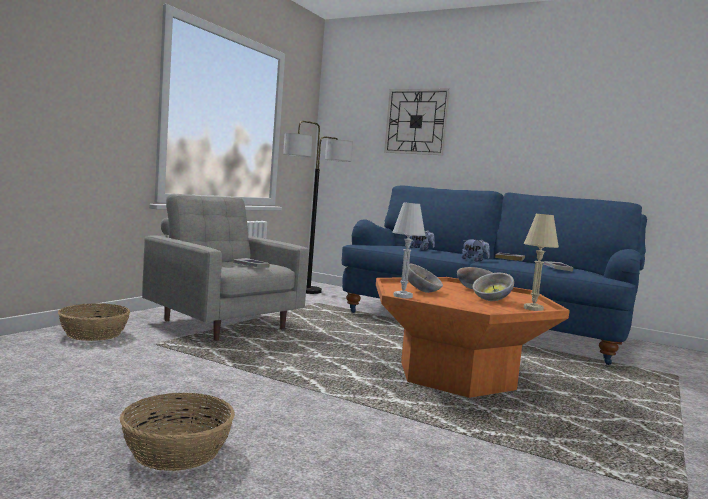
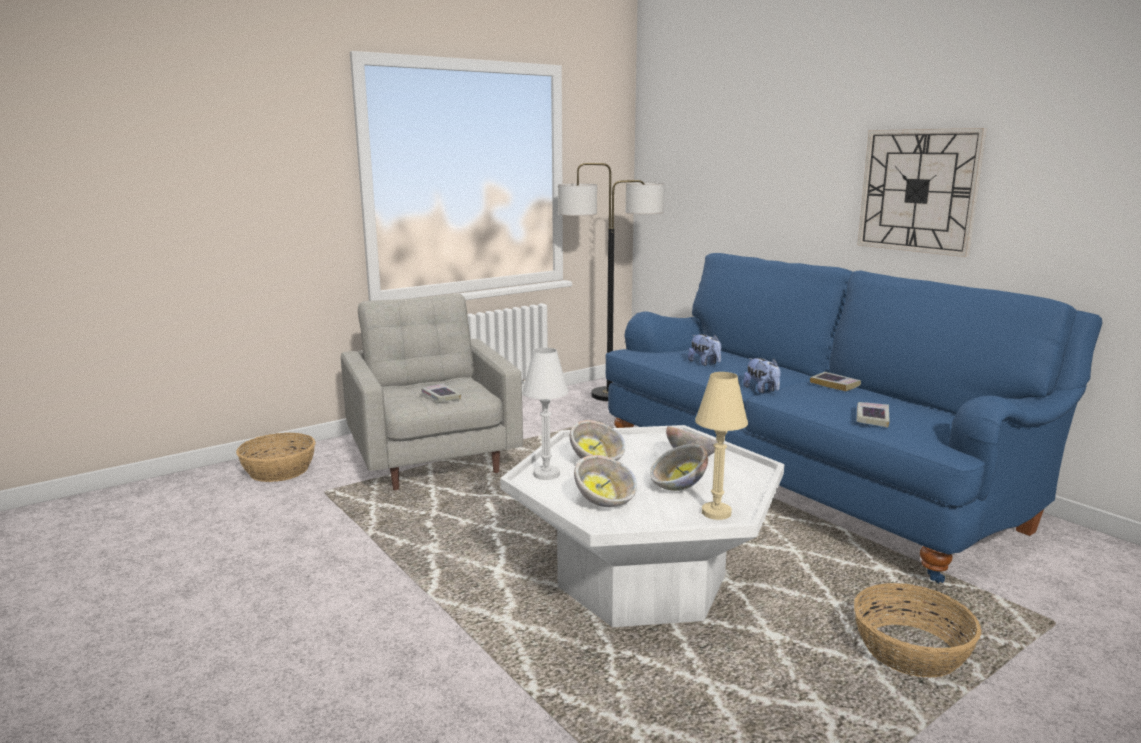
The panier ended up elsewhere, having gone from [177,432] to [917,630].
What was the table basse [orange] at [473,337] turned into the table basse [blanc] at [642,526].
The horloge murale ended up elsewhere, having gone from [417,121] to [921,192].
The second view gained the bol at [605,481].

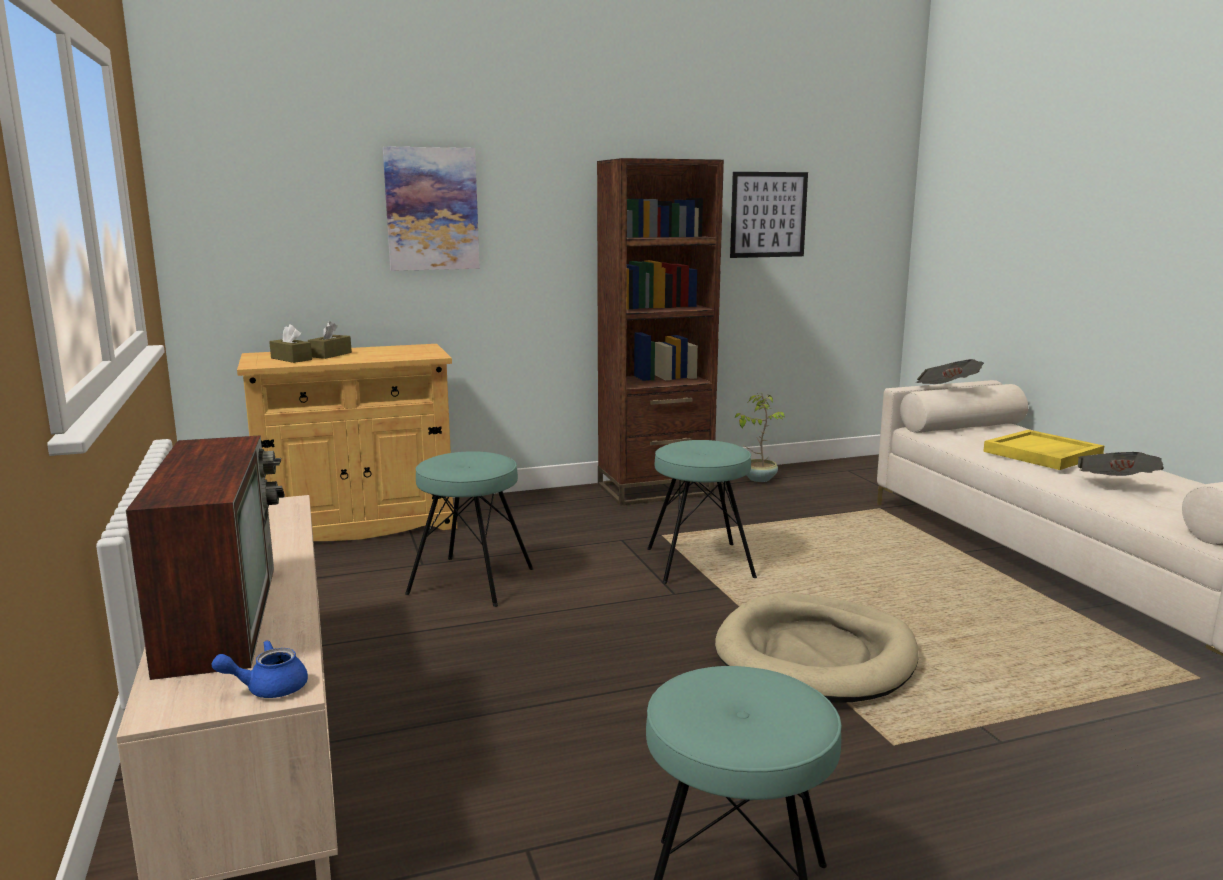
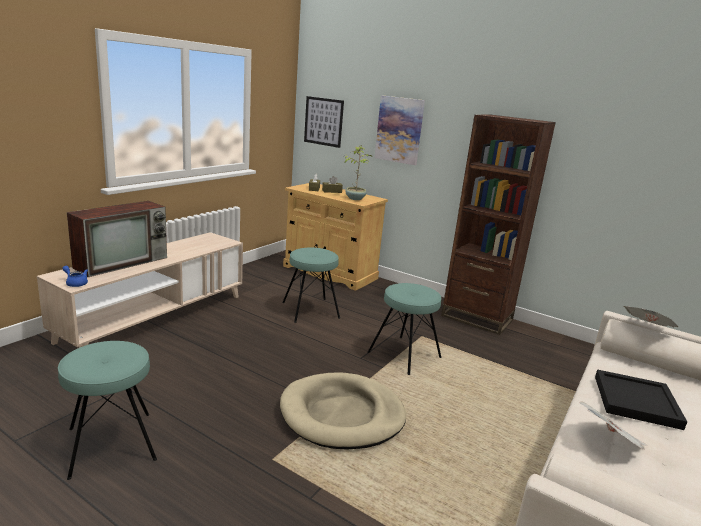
The tableau ended up elsewhere, having gone from [769,215] to [324,122].
The plante en pot ended up elsewhere, having gone from [759,437] to [358,172].
What was the plateau [jaune] at [1043,450] turned into the plateau [noir] at [641,399].

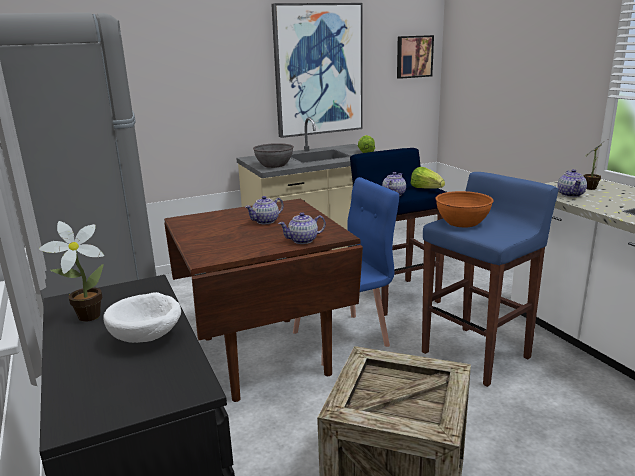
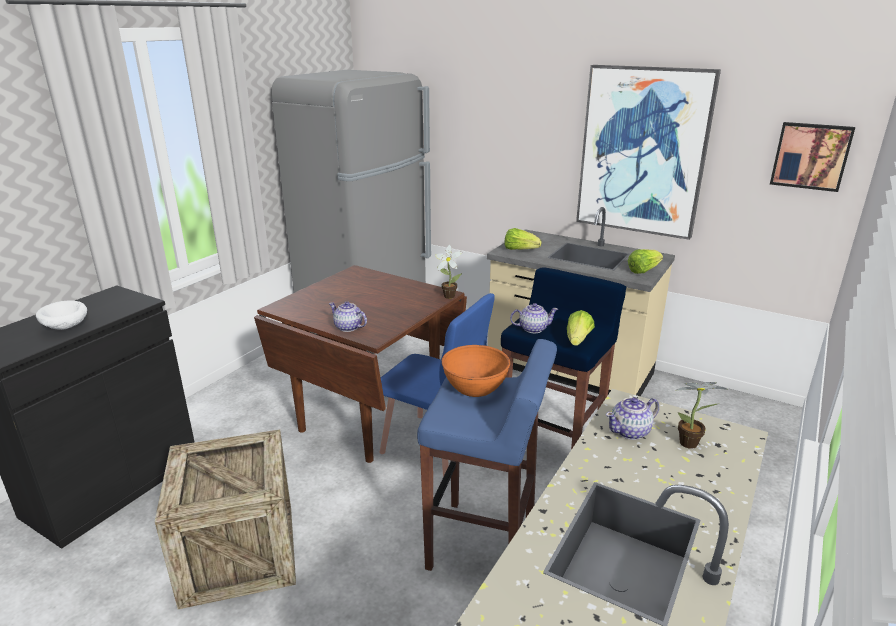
The plante en pot ended up elsewhere, having gone from [71,271] to [448,272].
The second view lost the théière at [264,210].
Where the bol [gris] stood at [273,155], the laitue came to stand at [522,239].

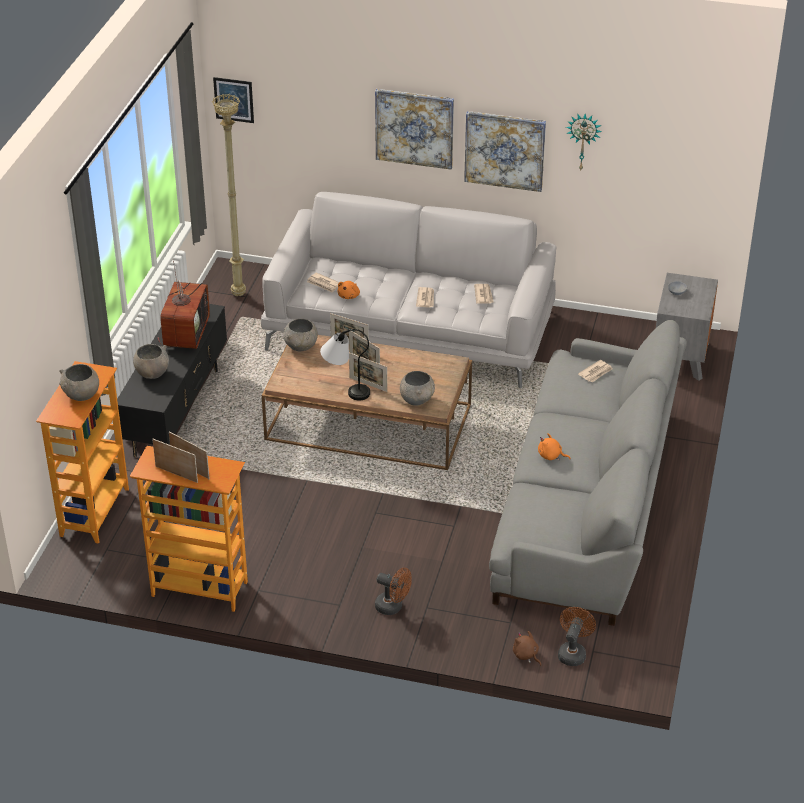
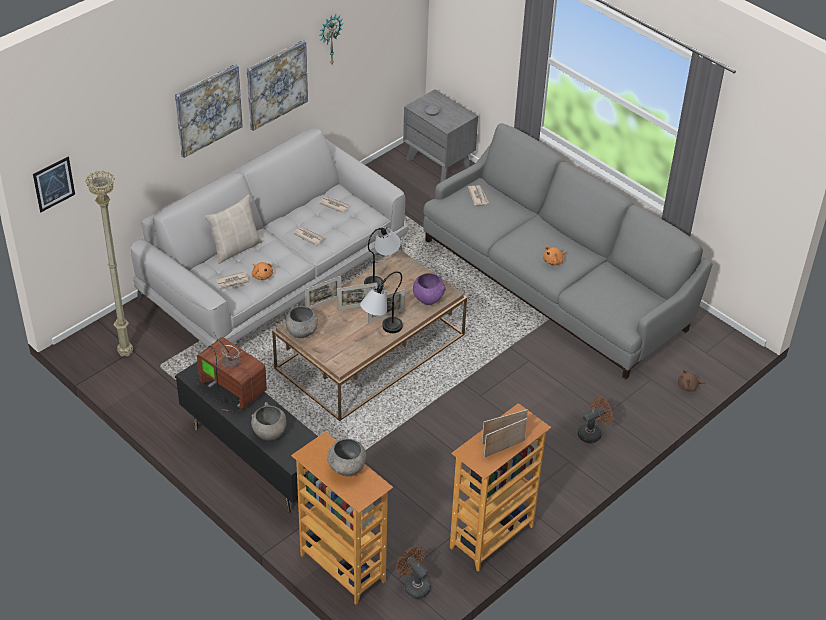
What was the bol [gris] at [417,388] turned into the bol [violet] at [429,289].
The ventilateur [marron] ended up elsewhere, having gone from [577,636] to [413,572].
The second view gained the coussin [beige] at [233,229].
The second view gained the lampe de table at [382,256].

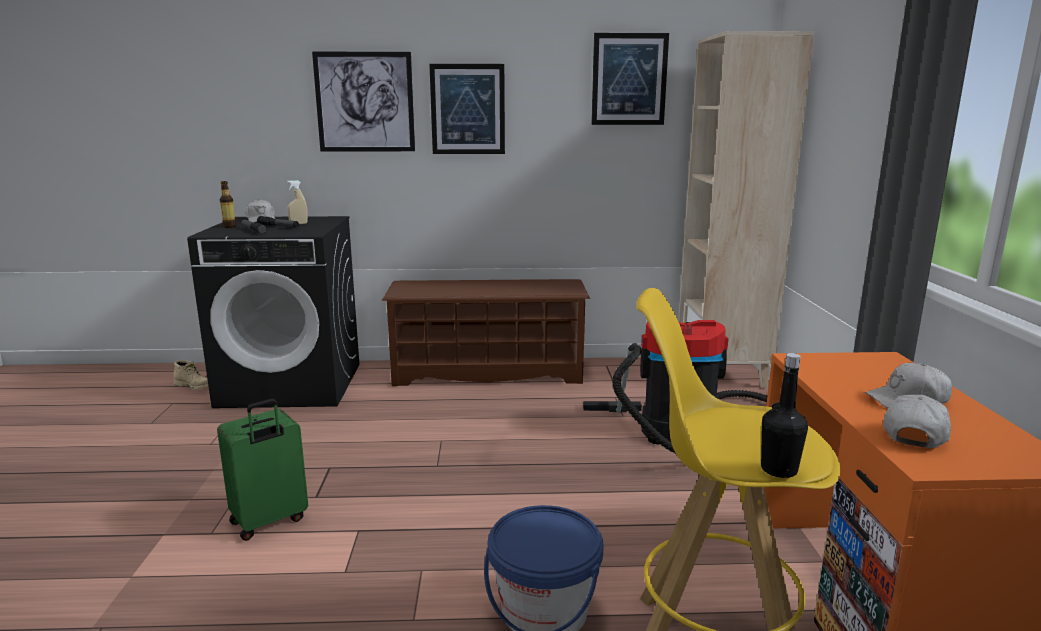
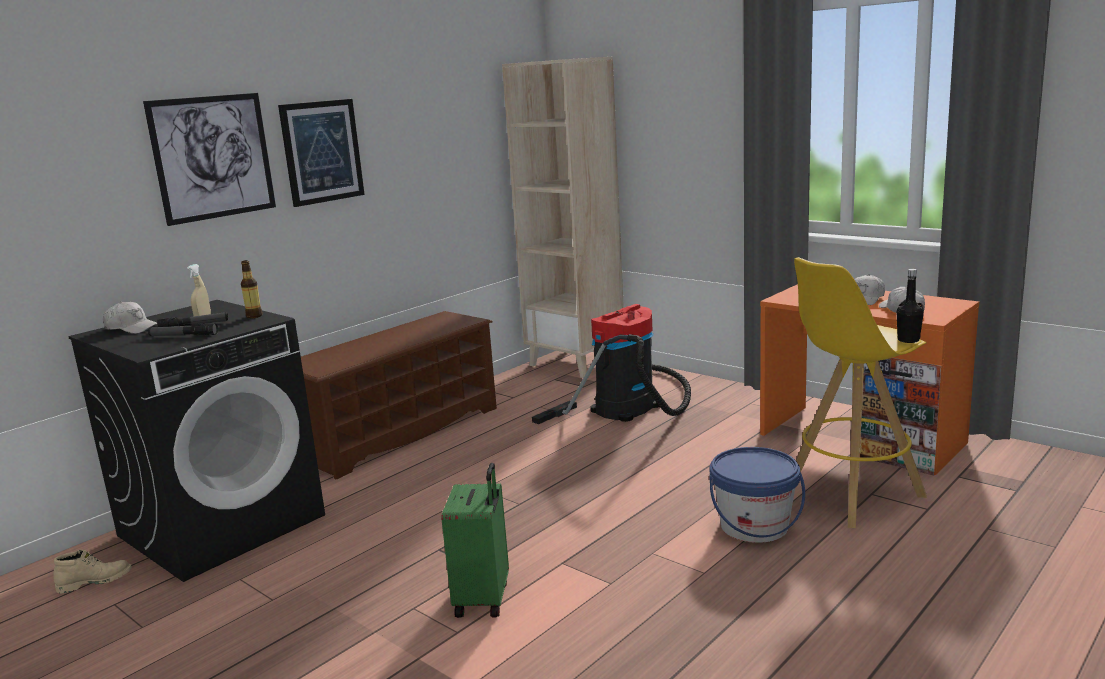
The bouteille ended up elsewhere, having gone from [228,204] to [251,289].
The second view lost the tableau at [630,79].

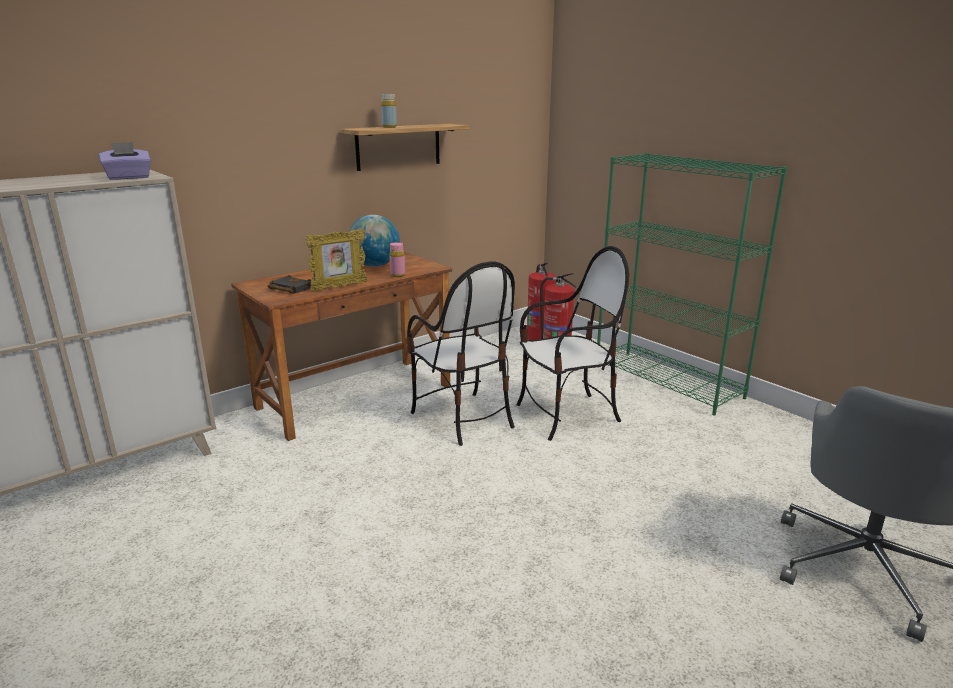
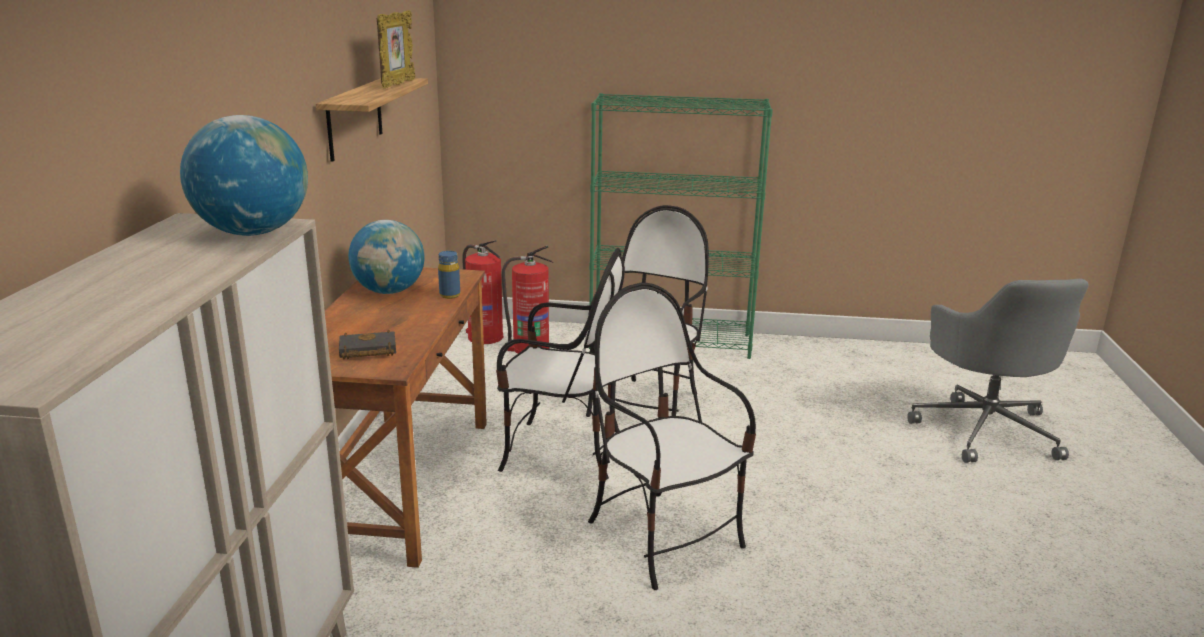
Where the boîte à mouchoirs [violet] stood at [125,161], the globe came to stand at [244,175].
The cadre photo ended up elsewhere, having gone from [336,260] to [396,49].
The second view lost the bouteille [jaune] at [389,111].
What was the bouteille [rose] at [397,259] turned into the bouteille [bleu] at [449,275].
The second view gained the chaise at [672,436].

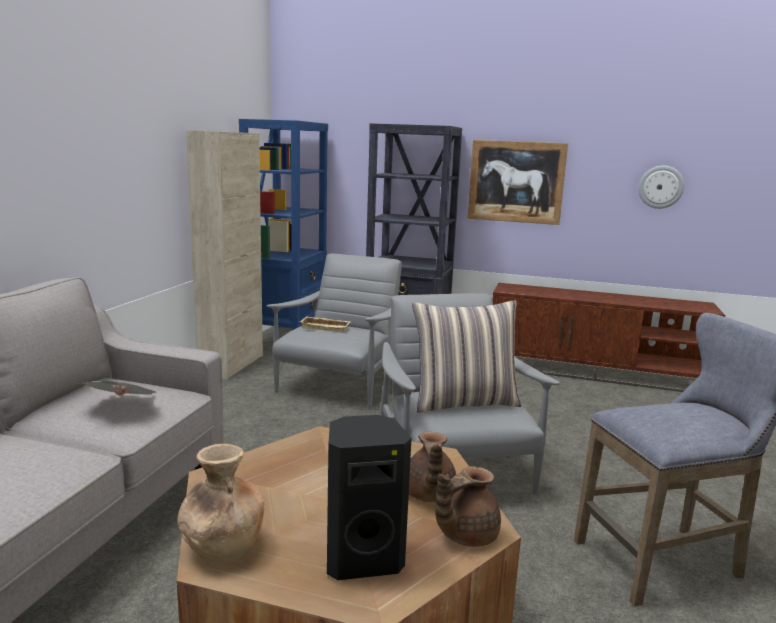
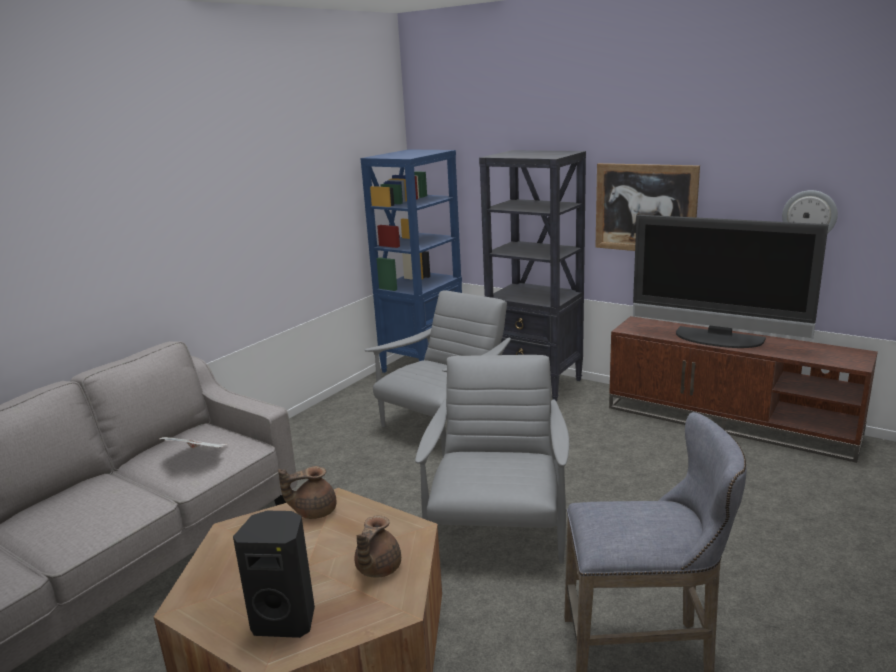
The second view lost the vase [marron] at [220,503].
The second view lost the meuble de rangement [beige] at [224,255].
The second view lost the plateau [beige] at [325,324].
The second view lost the coussin at [467,356].
The théière [marron] ended up elsewhere, having gone from [468,506] to [307,492].
The second view gained the téléviseur at [731,281].

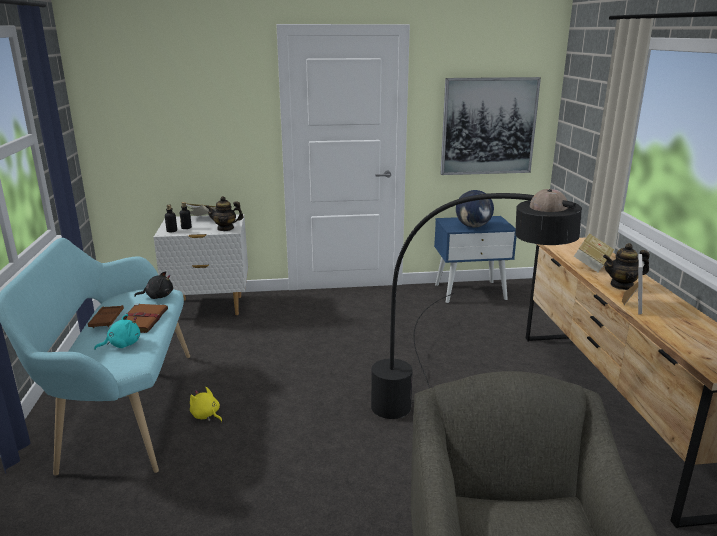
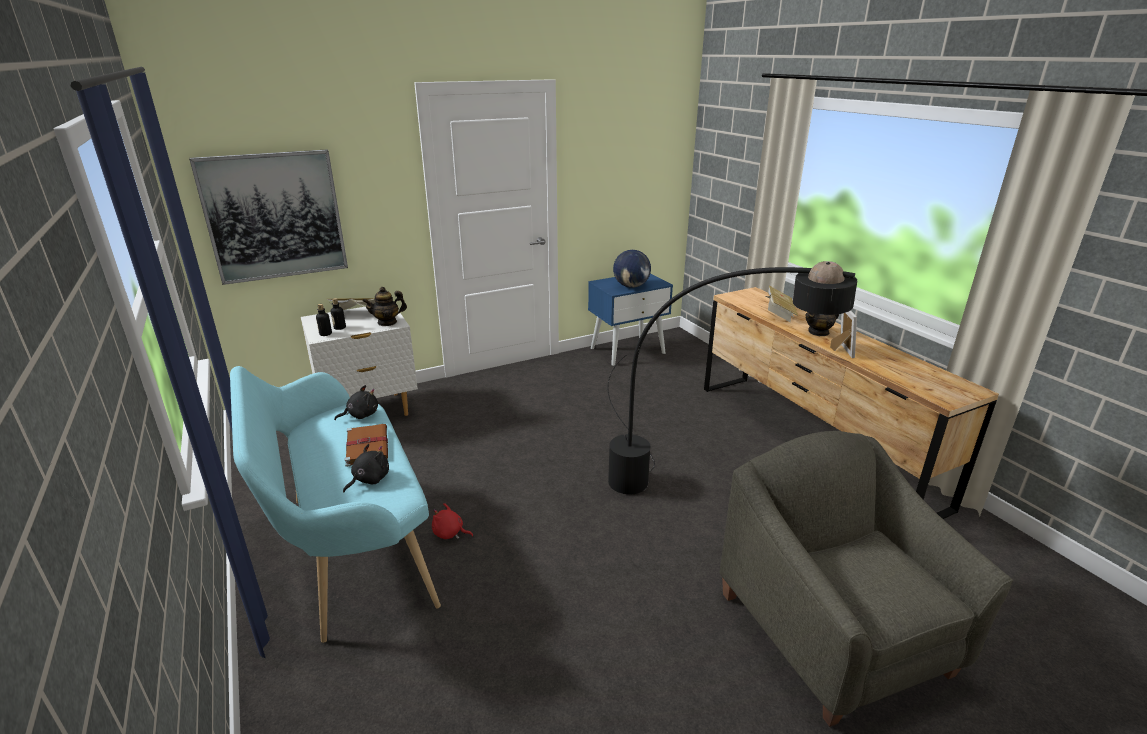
The second view lost the plateau [marron] at [106,316].
What was the peluche [turquoise] at [117,332] turned into the peluche [noir] at [366,468].
What was the peluche [jaune] at [206,404] turned into the peluche [rouge] at [452,521].
The tableau ended up elsewhere, having gone from [490,126] to [268,217].

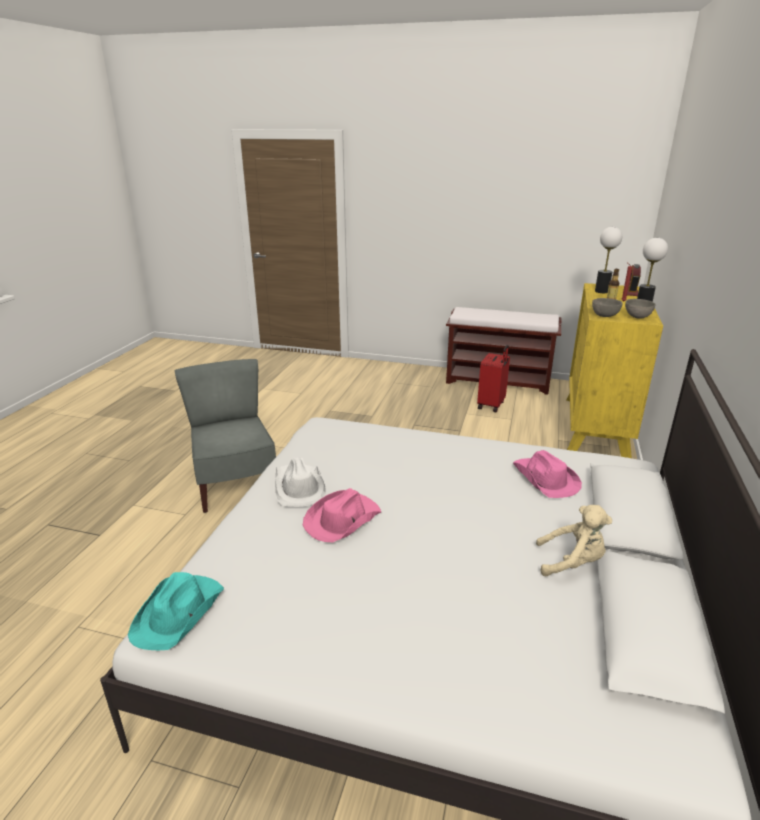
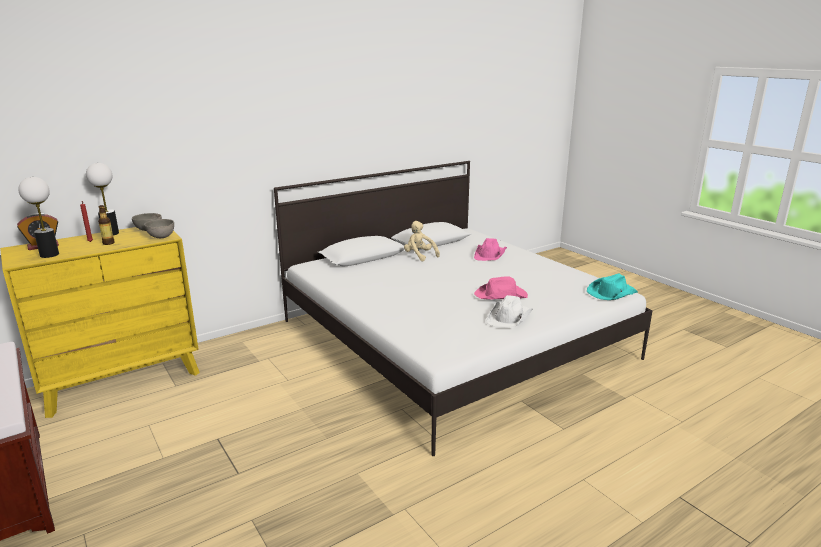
The second view lost the chaise [gris] at [225,436].
The second view lost the valise [rouge] at [493,378].
The chapeau [rose] ended up elsewhere, having gone from [547,474] to [490,249].

